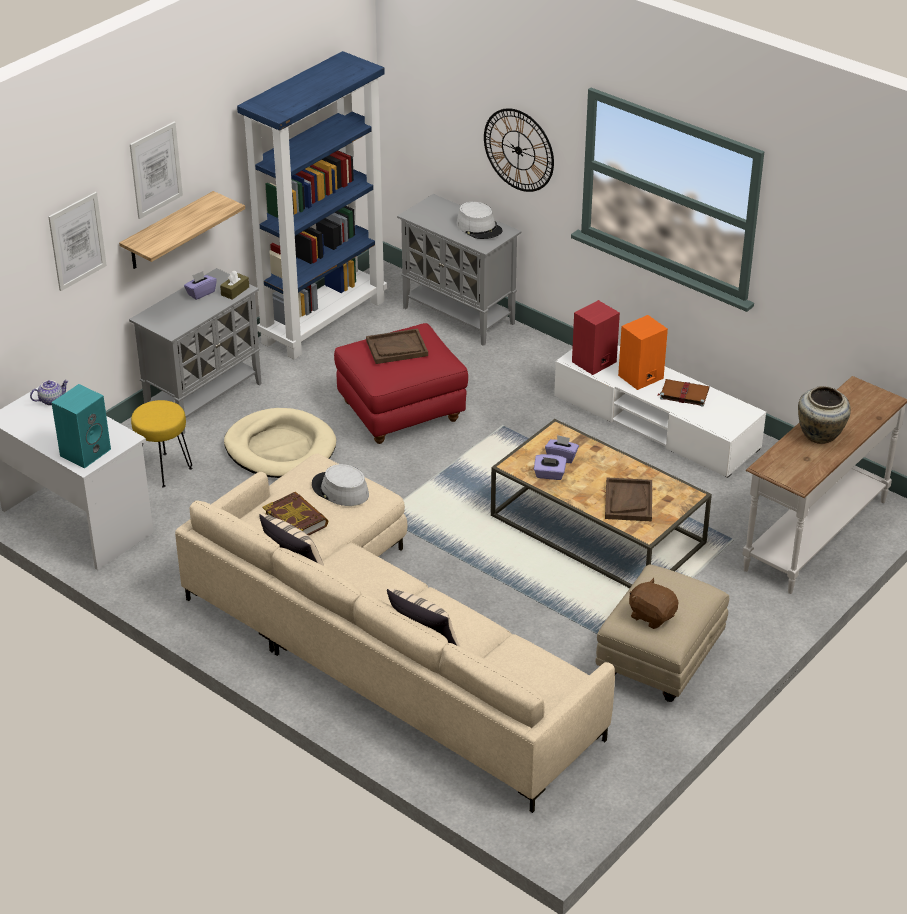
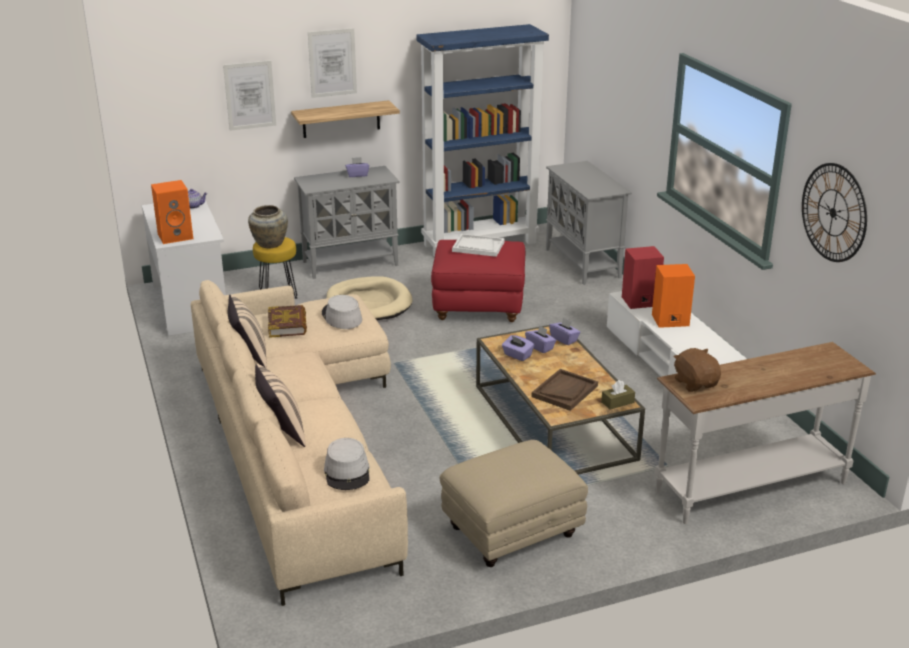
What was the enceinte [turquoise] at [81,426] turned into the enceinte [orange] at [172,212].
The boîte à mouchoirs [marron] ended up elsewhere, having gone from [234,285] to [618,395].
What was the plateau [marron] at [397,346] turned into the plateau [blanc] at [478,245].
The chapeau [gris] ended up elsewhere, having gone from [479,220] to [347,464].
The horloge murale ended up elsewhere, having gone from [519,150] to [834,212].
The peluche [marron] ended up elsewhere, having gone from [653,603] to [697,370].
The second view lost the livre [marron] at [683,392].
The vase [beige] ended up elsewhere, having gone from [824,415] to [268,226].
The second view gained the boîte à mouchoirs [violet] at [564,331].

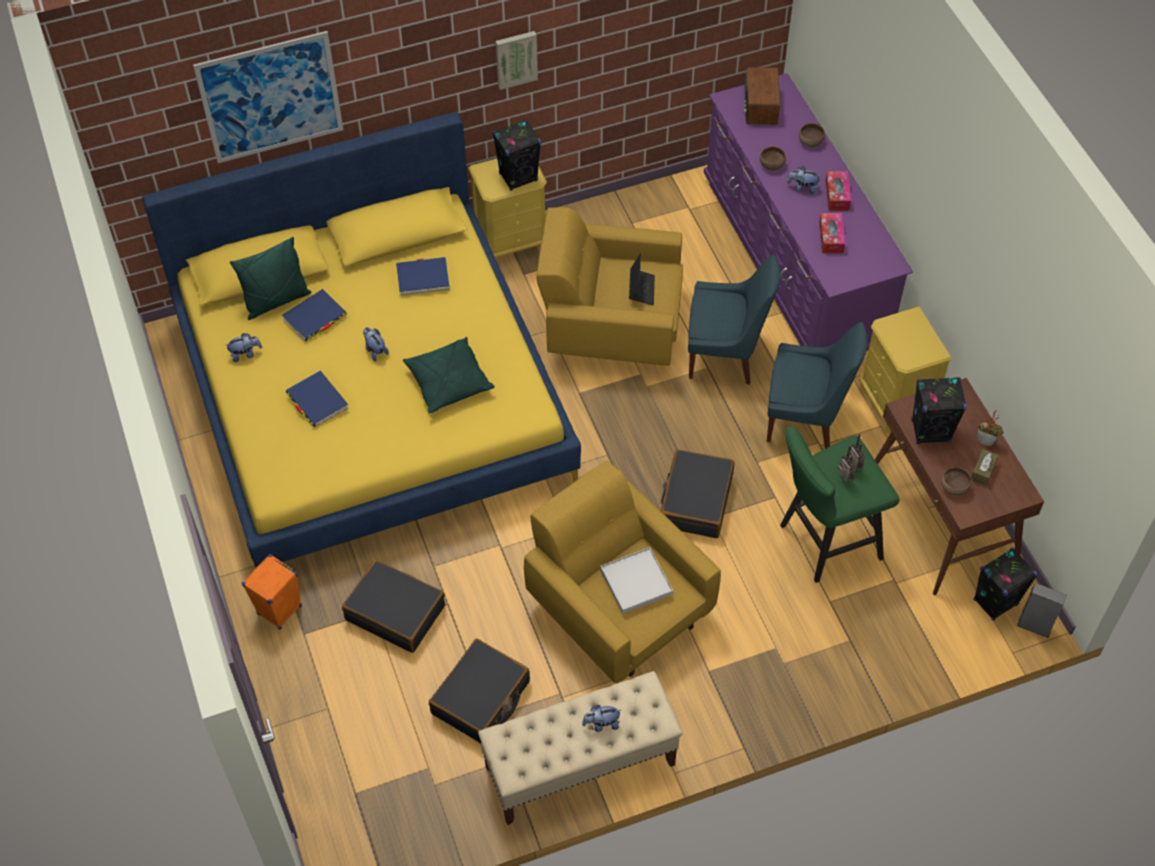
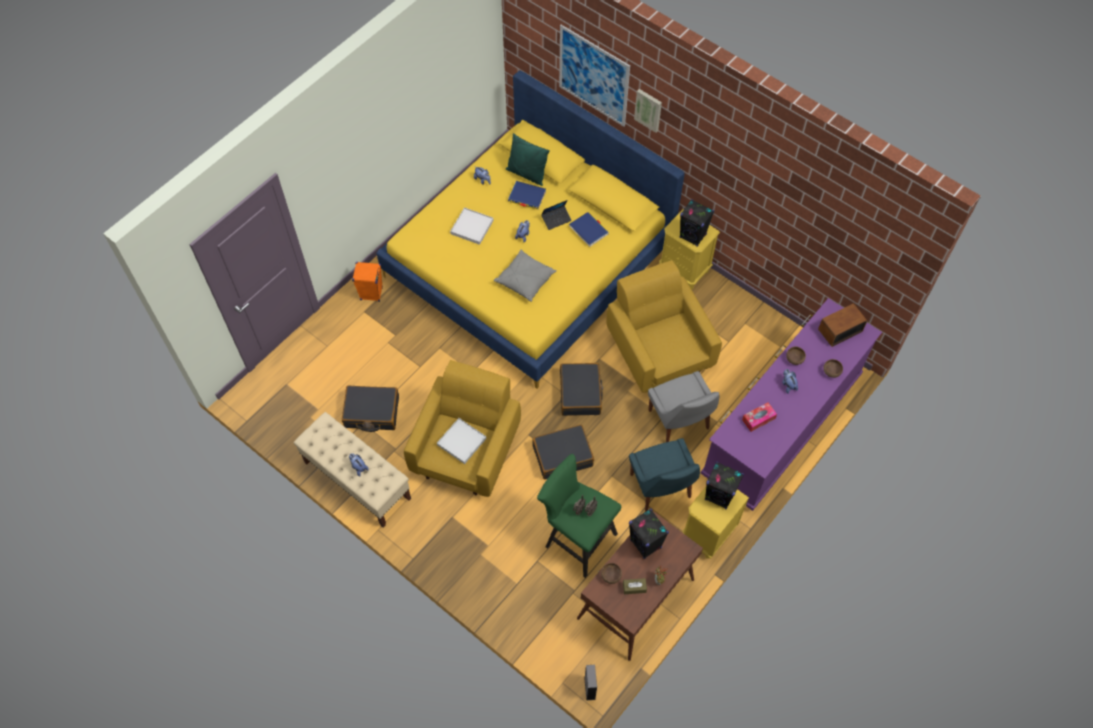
Where the livre [bleu] stood at [317,399], the plateau [blanc] came to stand at [472,226].
The valise [noir] ended up elsewhere, having gone from [393,606] to [581,389].
What was the coussin [vert] at [449,375] turned into the coussin [gris] at [525,276].
The tableau ended up elsewhere, having gone from [517,60] to [648,111].
The ordinateur portable ended up elsewhere, having gone from [642,279] to [556,215].
What was the chaise [bleu] at [734,320] turned into the chaise [gris] at [683,406].
The second view lost the boîte à mouchoirs at [838,190].
The enceinte [noir] ended up elsewhere, having gone from [1005,584] to [724,485].

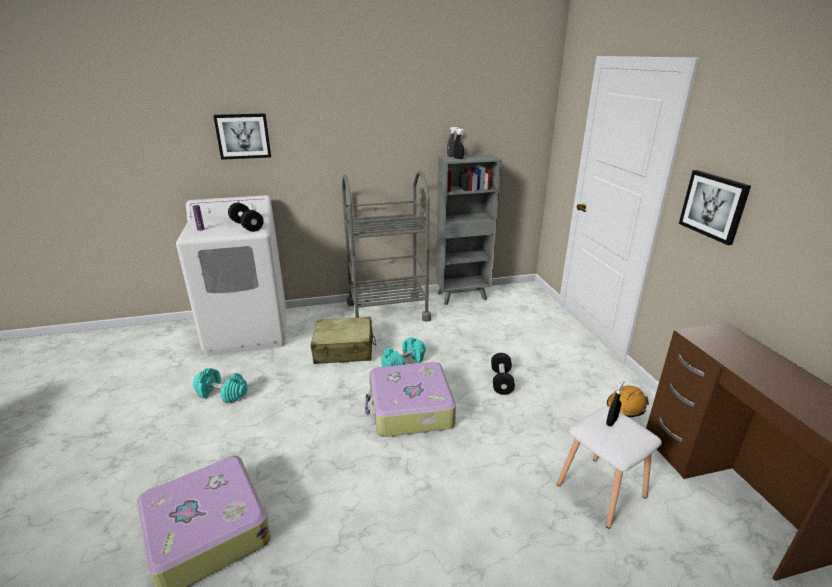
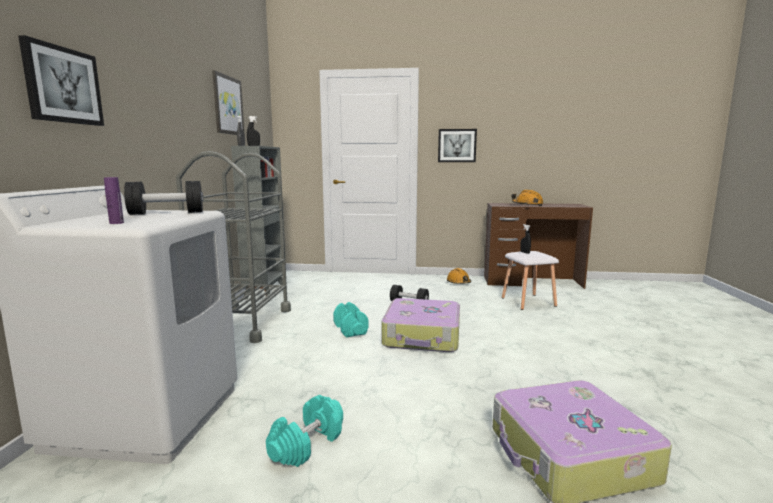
The second view lost the valise [beige] at [343,340].
The second view gained the tableau at [228,102].
The second view gained the casque de chantier [orange] at [527,198].

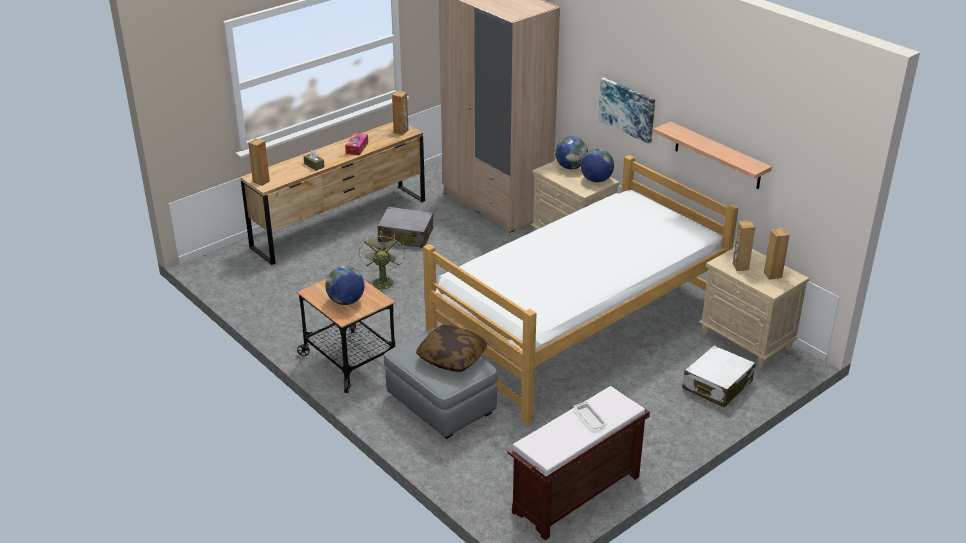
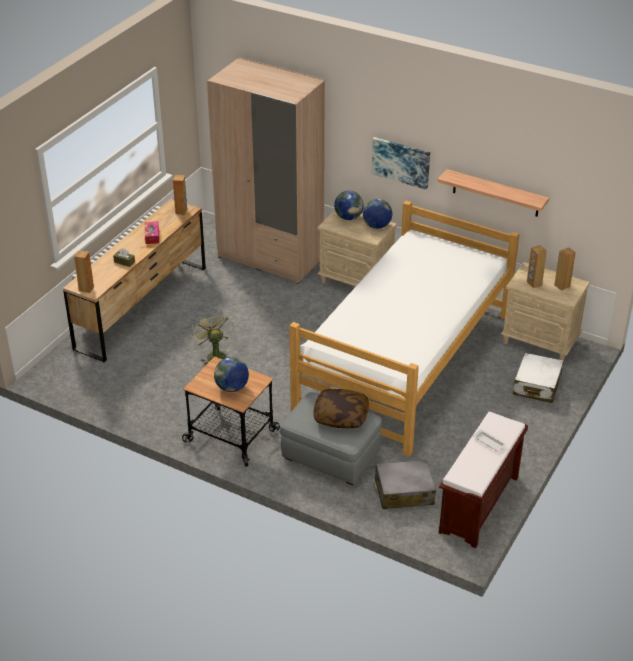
The valise [gris] ended up elsewhere, having gone from [405,227] to [405,484].

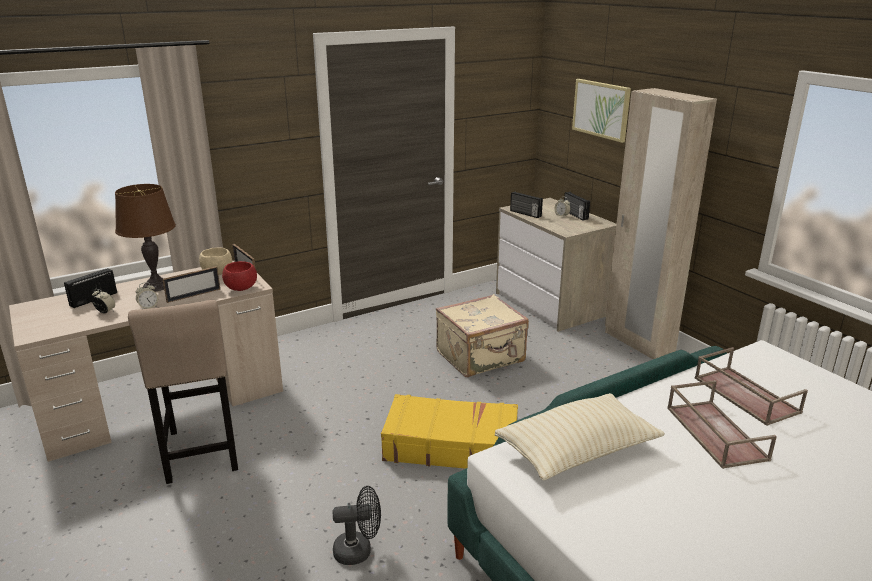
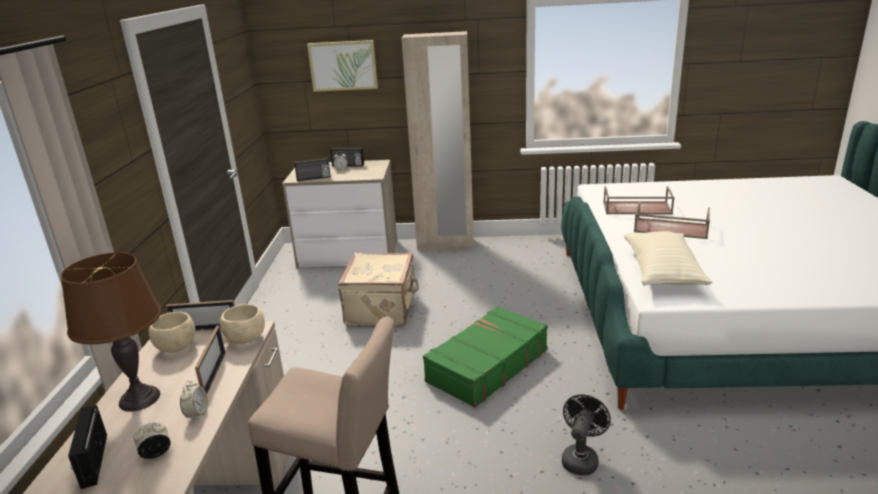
What was the bol [rouge] at [239,276] turned into the bol [beige] at [242,324].
What was the valise [jaune] at [449,431] turned into the valise [vert] at [485,357].

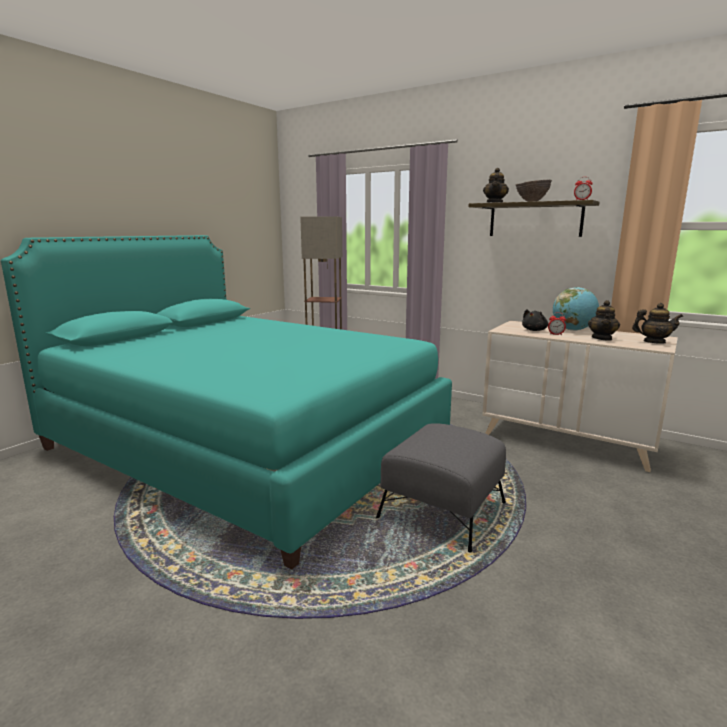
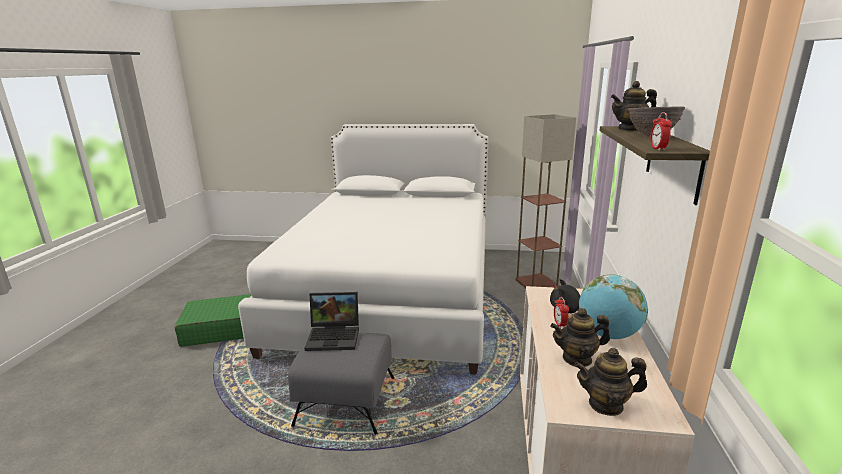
What was the lit [turquoise] at [226,402] turned into the lit [blanc] at [363,249].
The théière at [657,323] ended up facing another way, 105 degrees clockwise from before.
The second view gained the valise [vert] at [212,320].
The second view gained the ordinateur portable at [332,321].

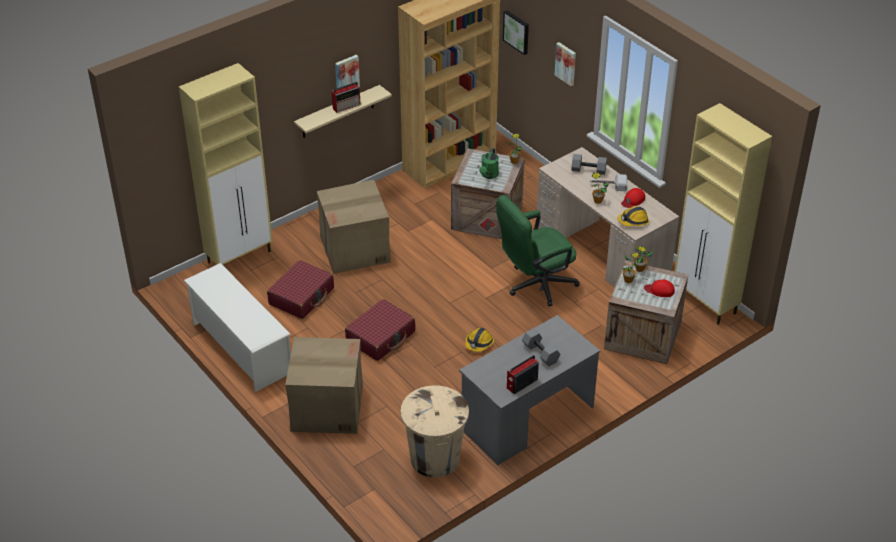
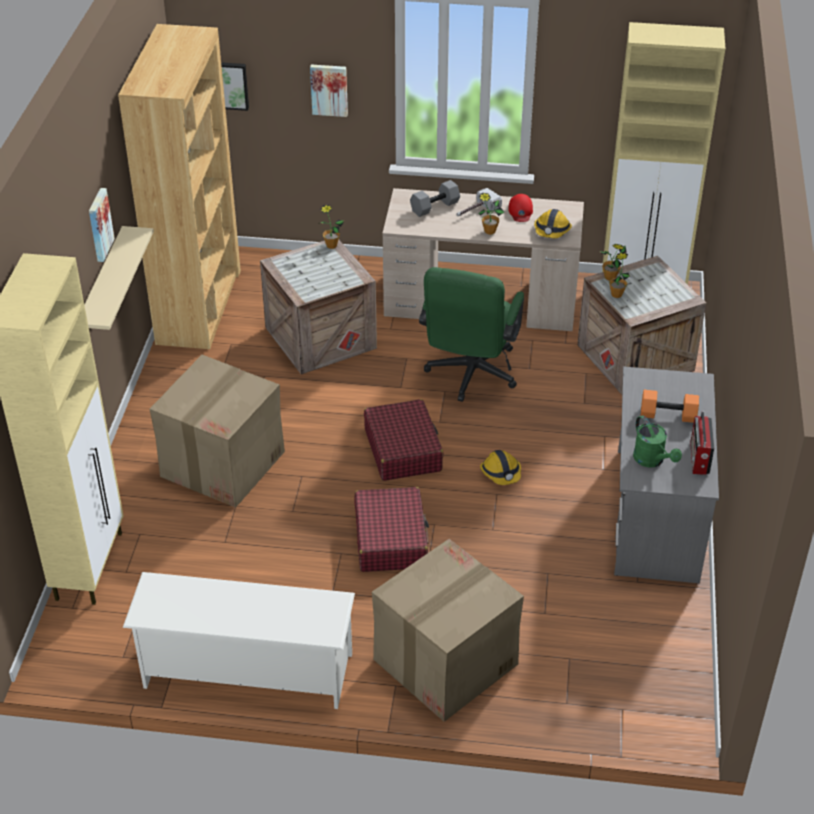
The valise [rouge] ended up elsewhere, having gone from [300,289] to [404,440].
The second view lost the radio at [346,97].
The second view lost the poubelle [beige] at [435,431].
The arrosoir [vert] ended up elsewhere, having gone from [489,163] to [657,441].
What was the haltère [gris] at [541,347] turned into the haltère [orange] at [670,406].
The second view lost the casquette [rouge] at [659,288].

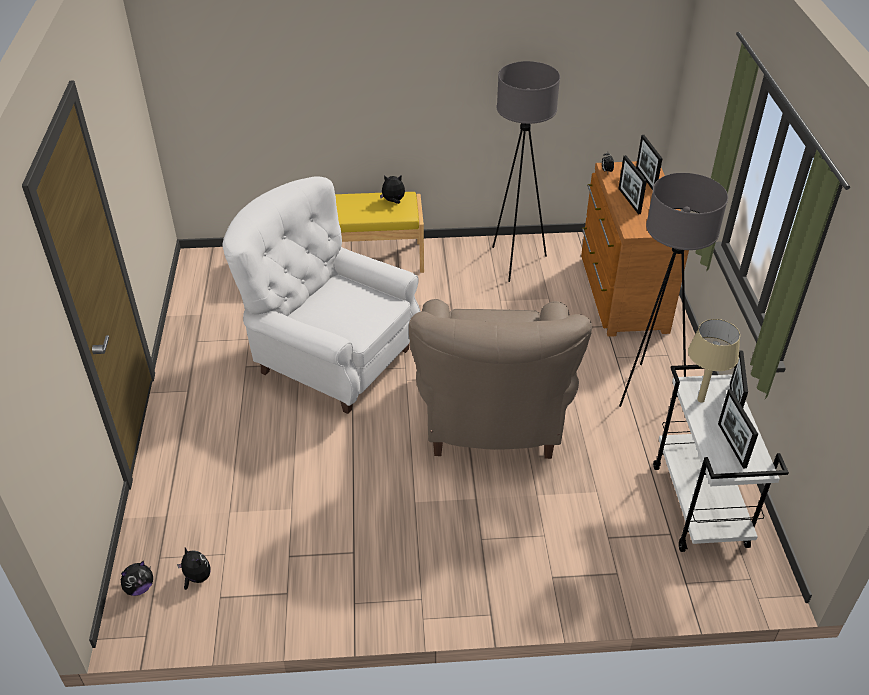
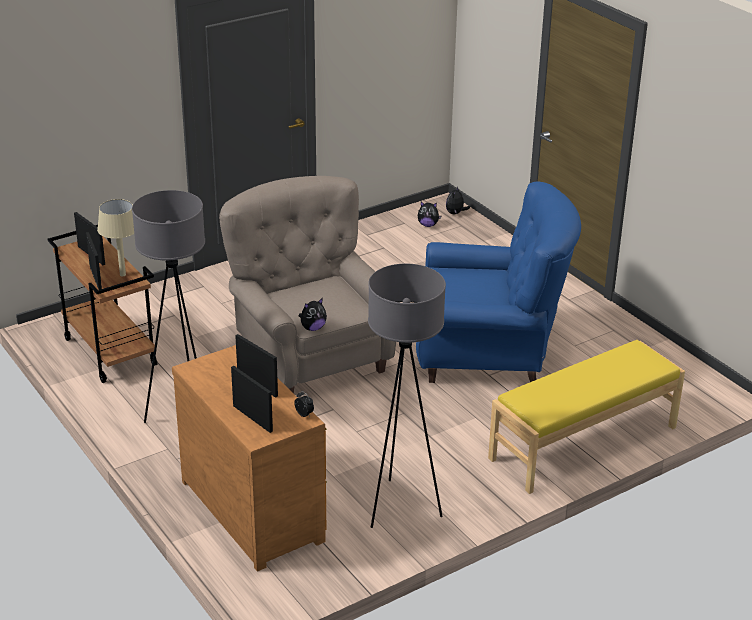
What was the fauteuil [blanc] at [321,295] turned into the fauteuil [bleu] at [498,282].
The peluche ended up elsewhere, having gone from [392,189] to [313,314].
What was the chariot [blanc] at [721,458] turned into the chariot [marron] at [102,304].

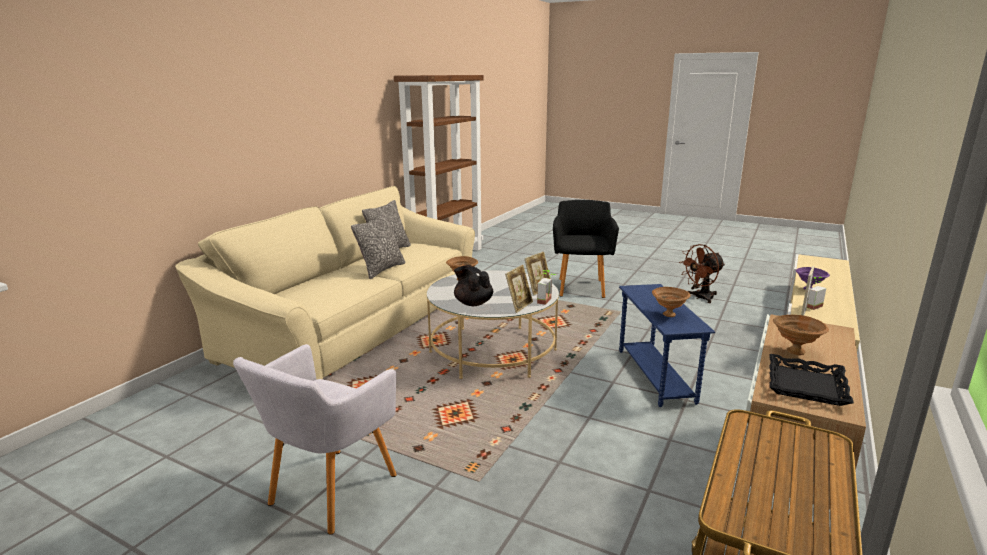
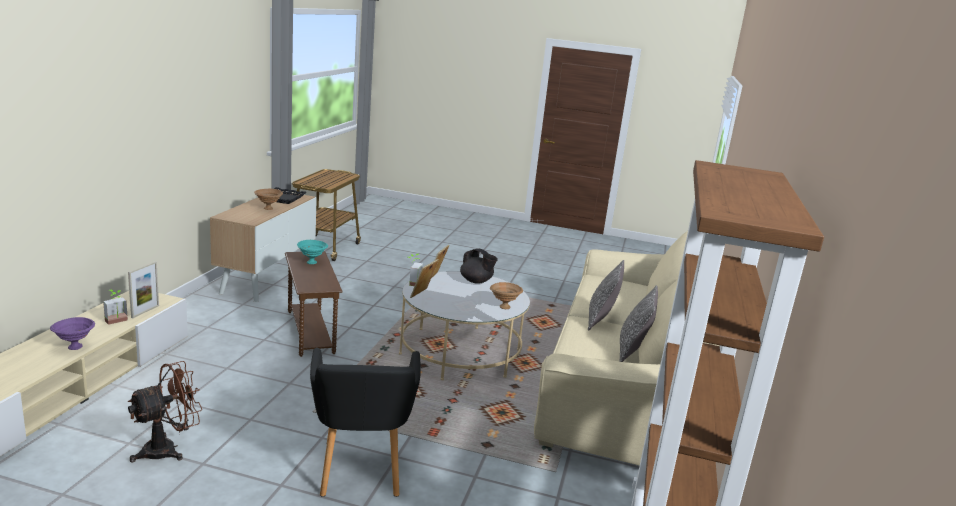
The second view lost the fauteuil [gris] at [315,439].
What was the table d'appoint [bleu] at [667,345] turned into the table d'appoint [marron] at [313,304].
What was the bol [marron] at [671,302] turned into the bol [turquoise] at [312,252].

